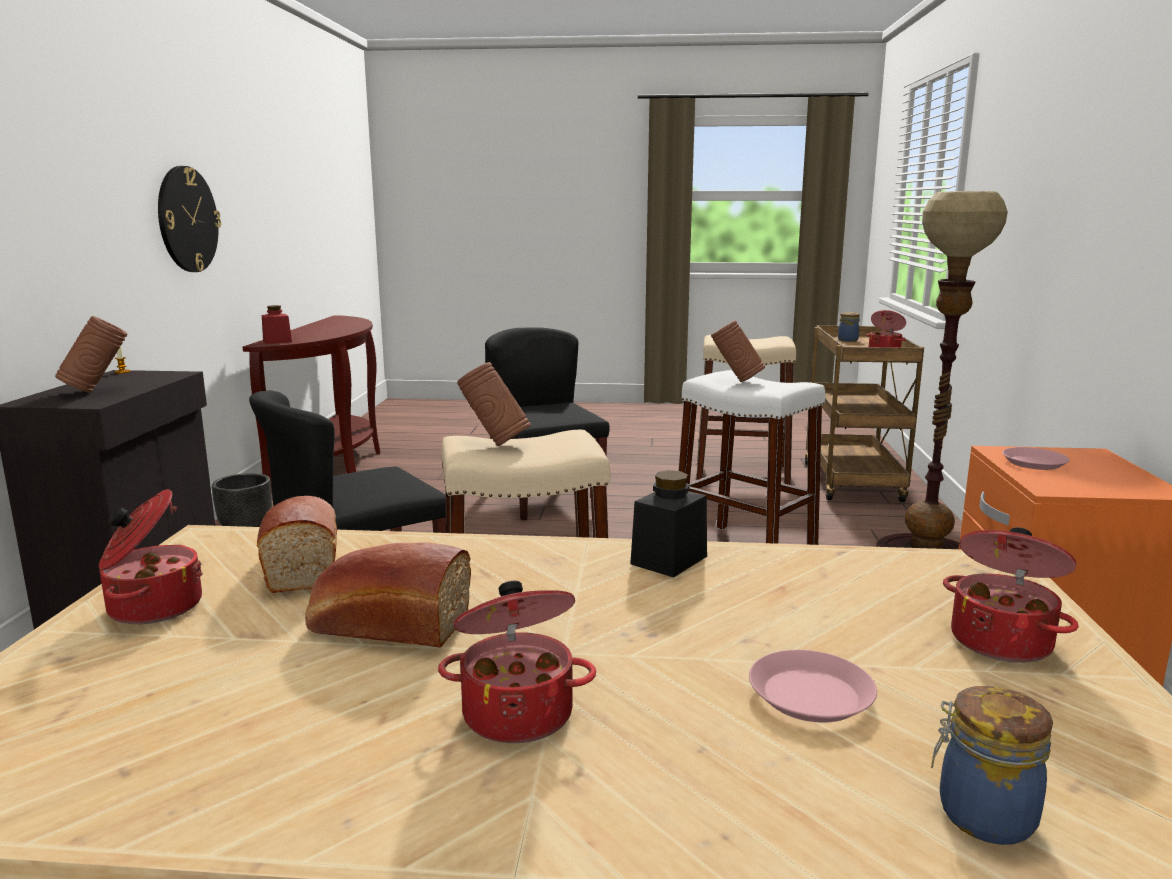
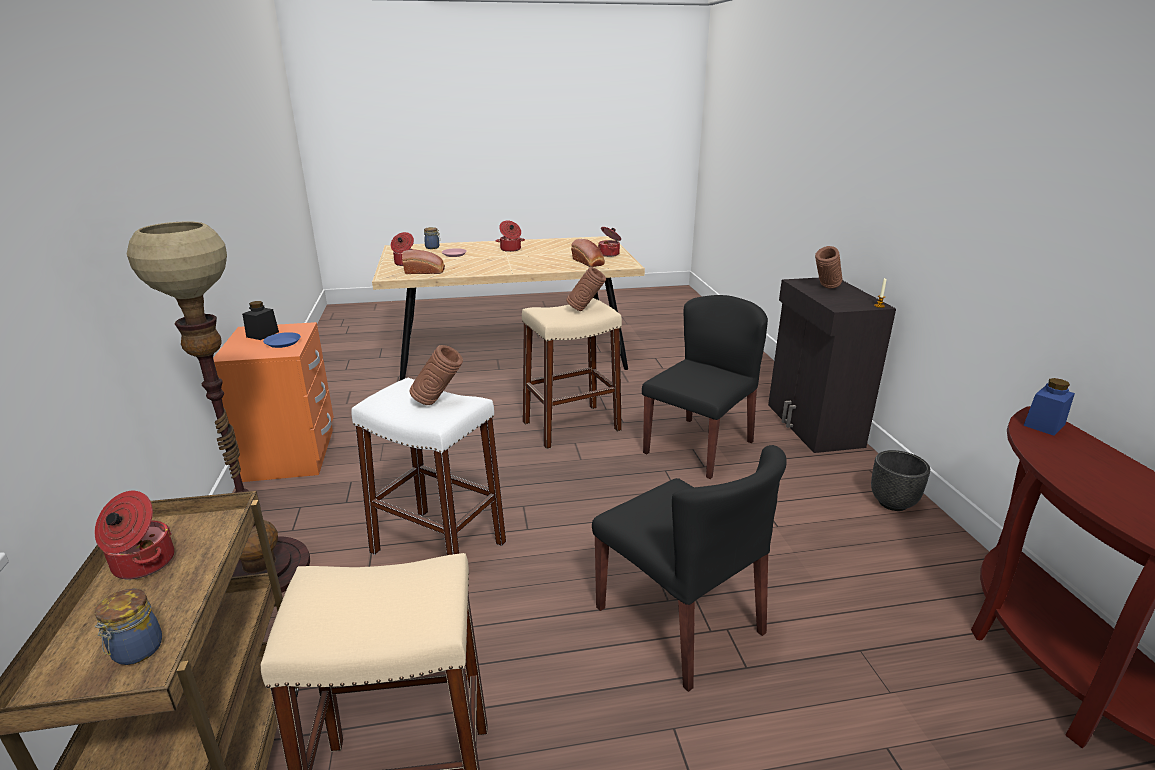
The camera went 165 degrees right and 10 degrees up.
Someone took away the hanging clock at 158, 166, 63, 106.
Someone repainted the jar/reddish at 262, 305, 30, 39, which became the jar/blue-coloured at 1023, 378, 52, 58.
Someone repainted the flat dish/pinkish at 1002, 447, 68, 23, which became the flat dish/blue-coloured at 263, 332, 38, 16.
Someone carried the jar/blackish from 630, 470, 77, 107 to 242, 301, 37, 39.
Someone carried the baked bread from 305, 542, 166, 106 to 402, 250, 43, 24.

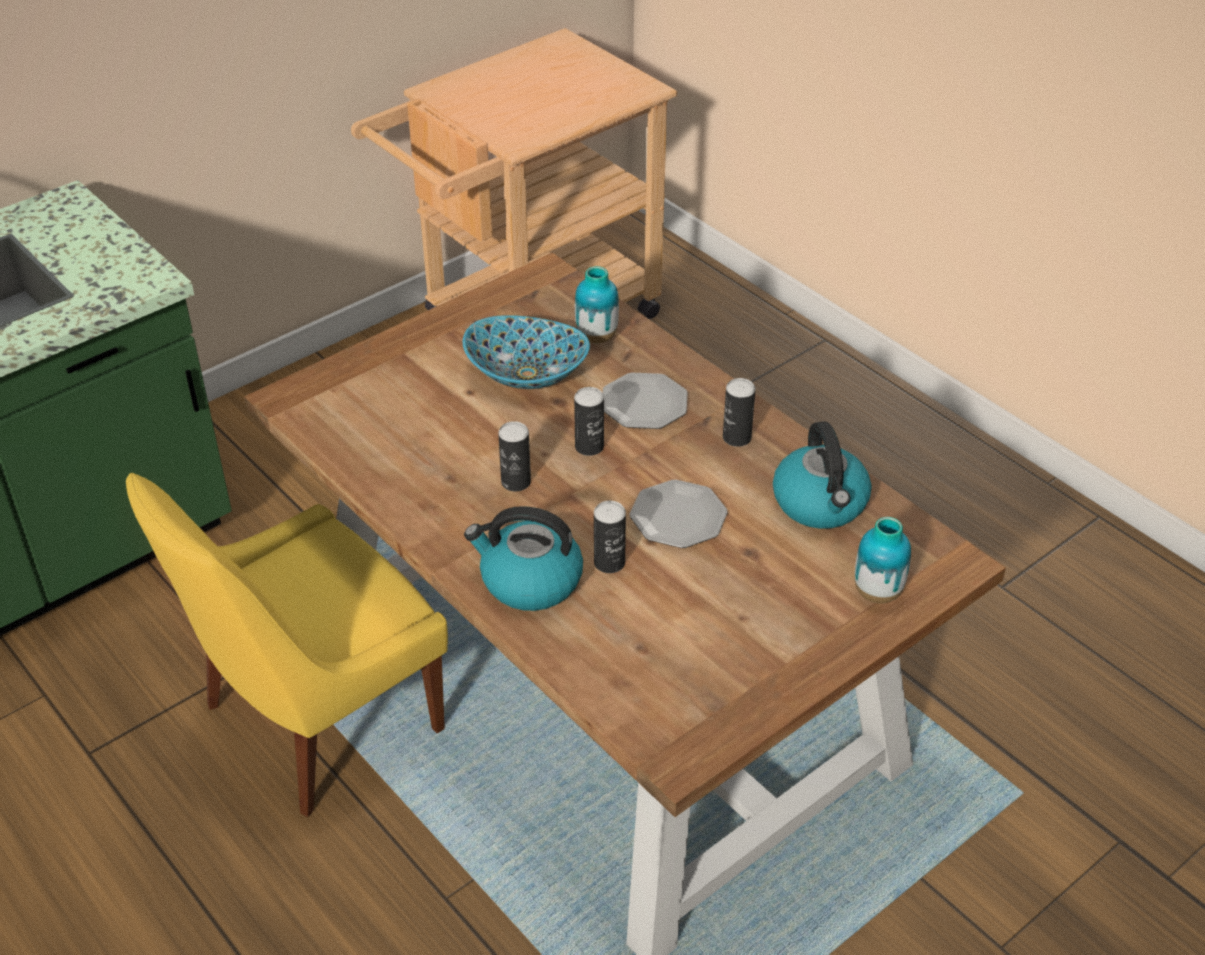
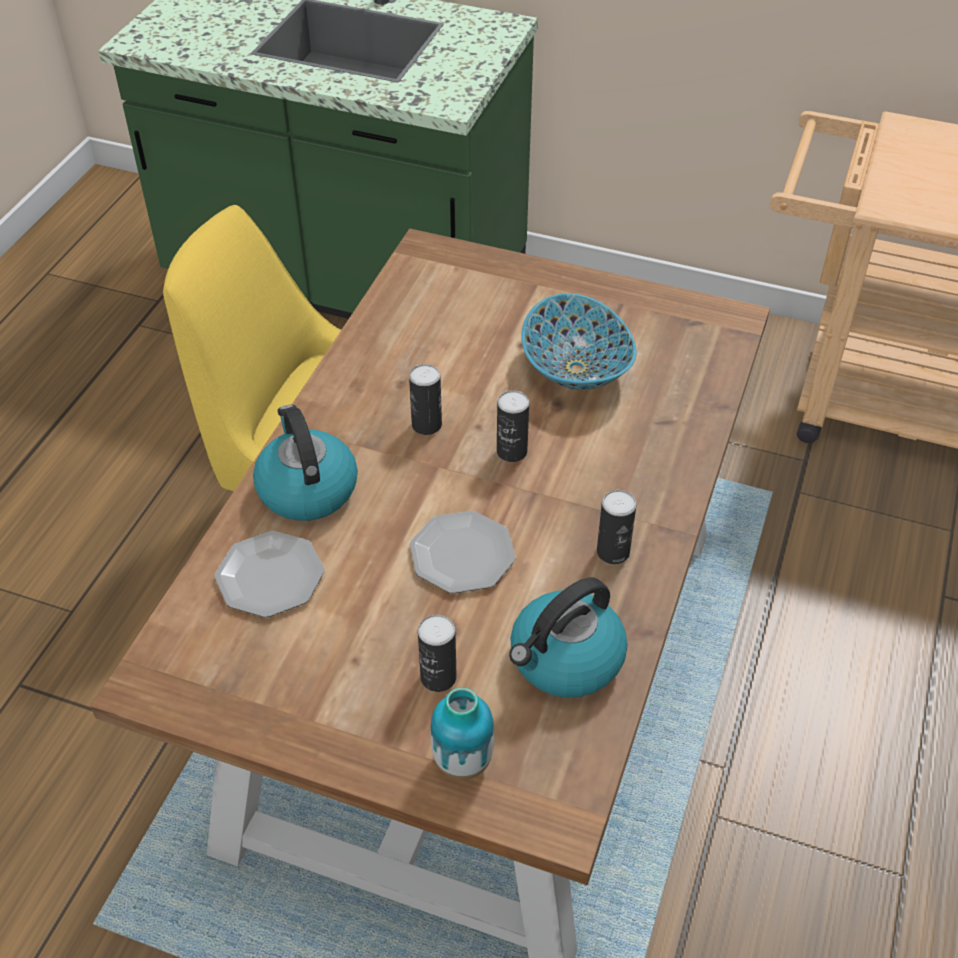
The camera went 60 degrees right and 5 degrees up.
Someone took away the flower vase at 575, 266, 44, 77.
Someone carried the flat dish from 603, 372, 85, 57 to 215, 531, 109, 86.
Someone carried the metal can from 594, 501, 32, 72 to 418, 615, 39, 77.

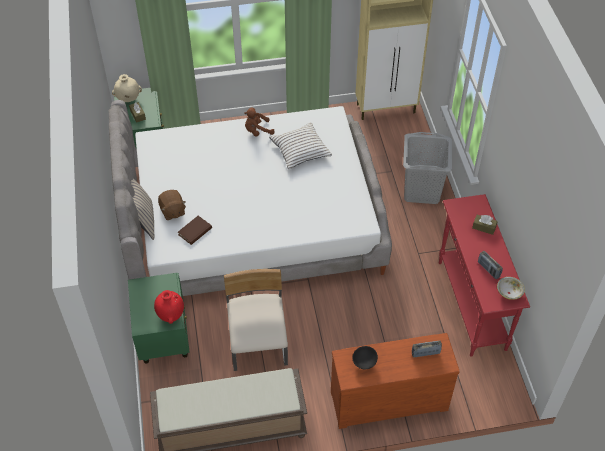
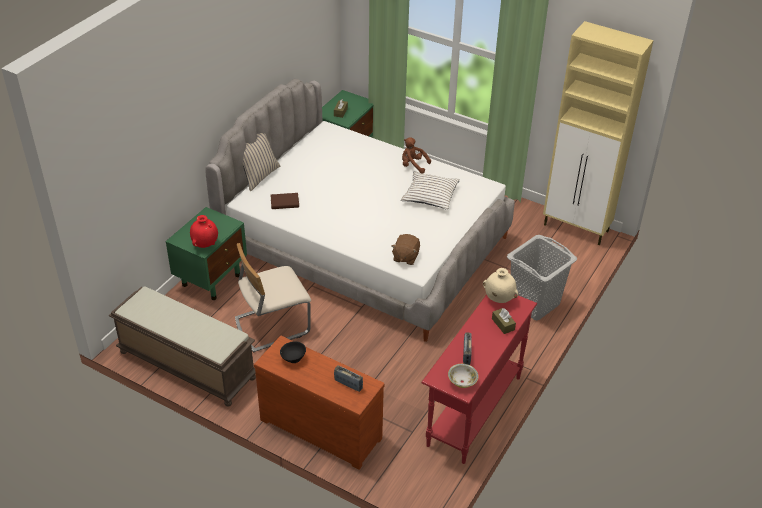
The camera went 40 degrees right and 10 degrees down.
Someone carried the flower vase/beige-coloured from 112, 74, 30, 28 to 483, 268, 35, 35.
Someone carried the soft toy/brown-coloured from 158, 190, 28, 30 to 391, 234, 29, 31.
Someone rotated the chair/beige-coloured at 224, 269, 64, 102 by 150 degrees counterclockwise.

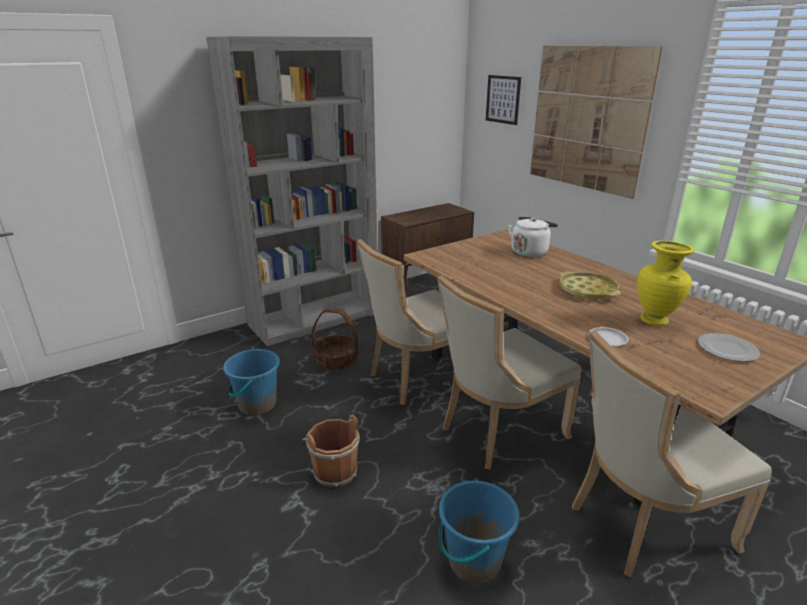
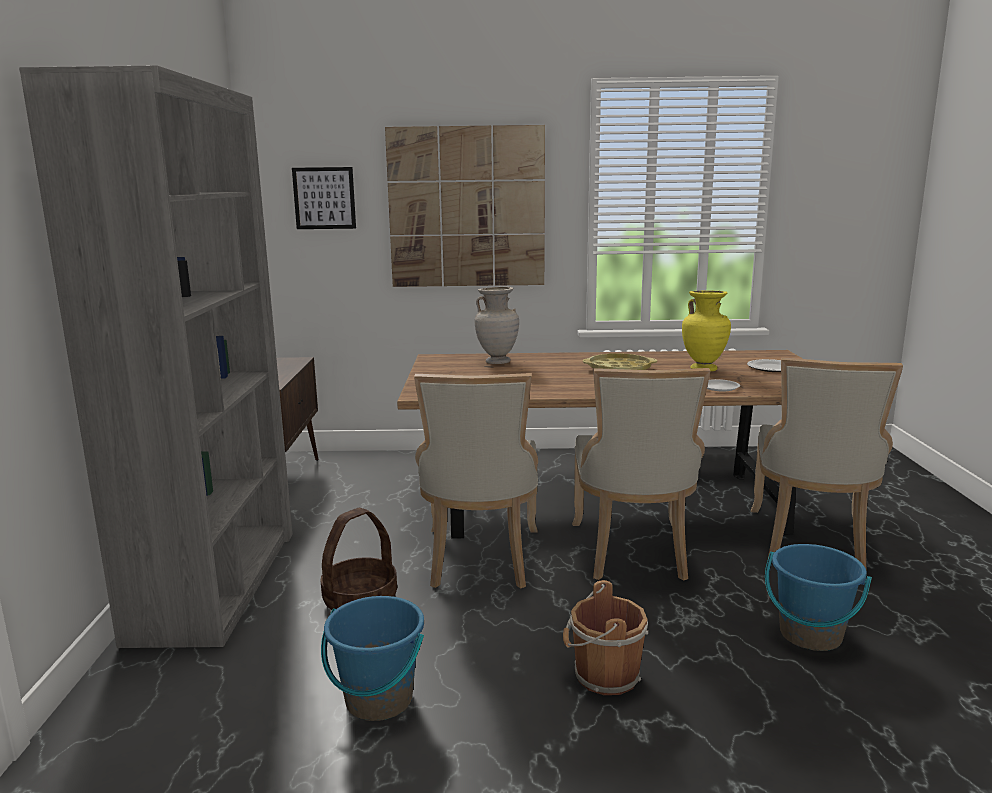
The camera went 55 degrees left and 10 degrees down.
Someone swapped the tea kettle/whitish at 508, 217, 50, 40 for the flower vase/beige-coloured at 475, 287, 44, 77.

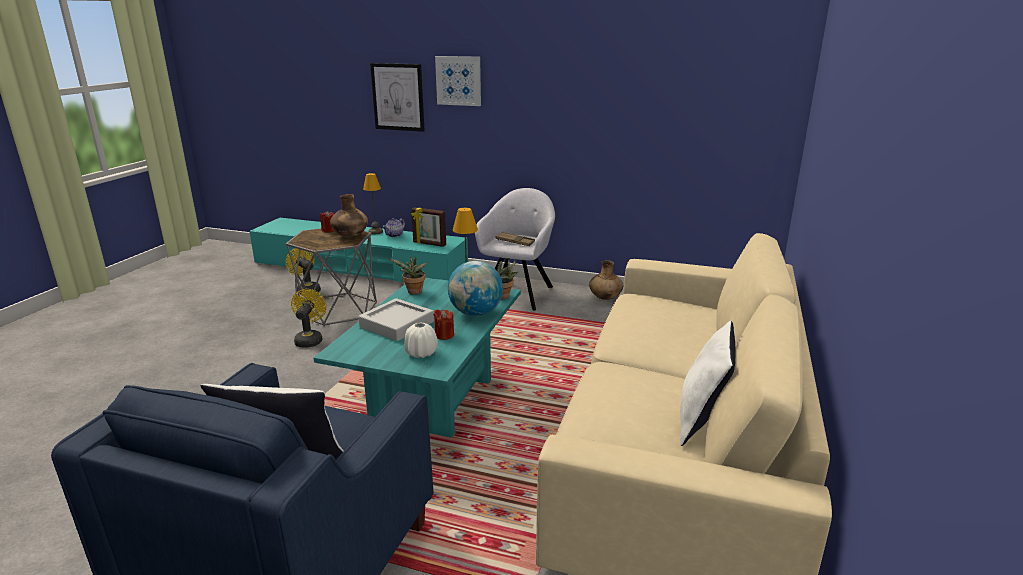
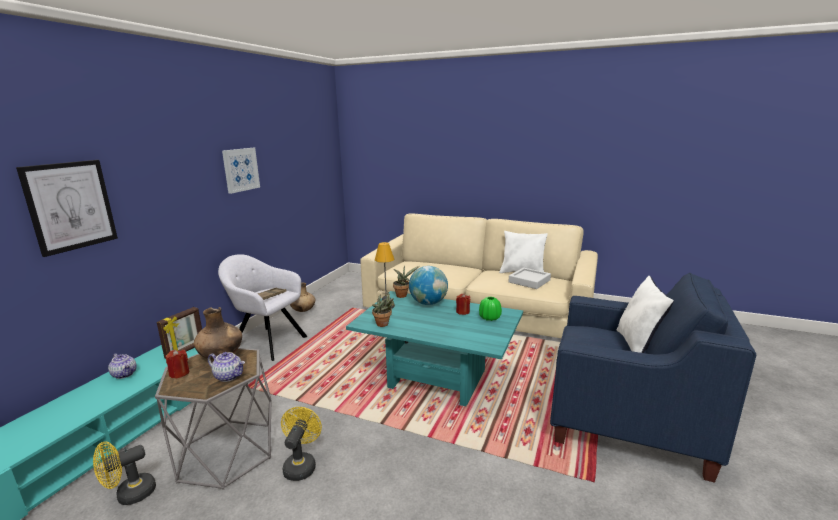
The camera went 85 degrees left and 5 degrees down.
Someone carried the wall art from 435, 56, 46, 50 to 222, 148, 38, 46.
Someone took away the tabletop lamp at 363, 173, 20, 61.
Someone rotated the fan/yellow-coloured at 291, 289, 36, 59 by 90 degrees clockwise.
Someone carried the carrying tray/gray from 358, 298, 76, 43 to 509, 268, 42, 21.
Someone repainted the flower vase/whitish at 404, 322, 34, 36, which became the flower vase/green-coloured at 479, 297, 23, 24.
Someone put down the teapot at 208, 352, 37, 30.

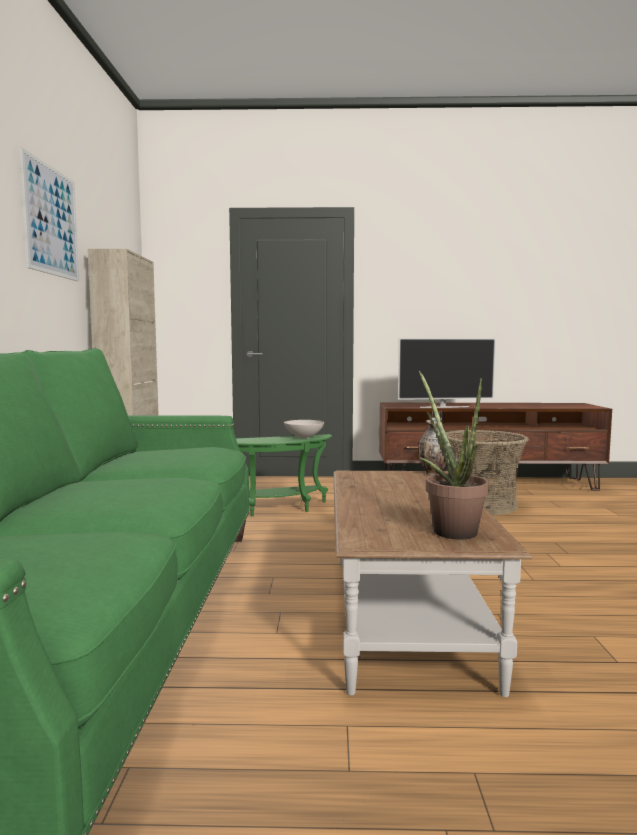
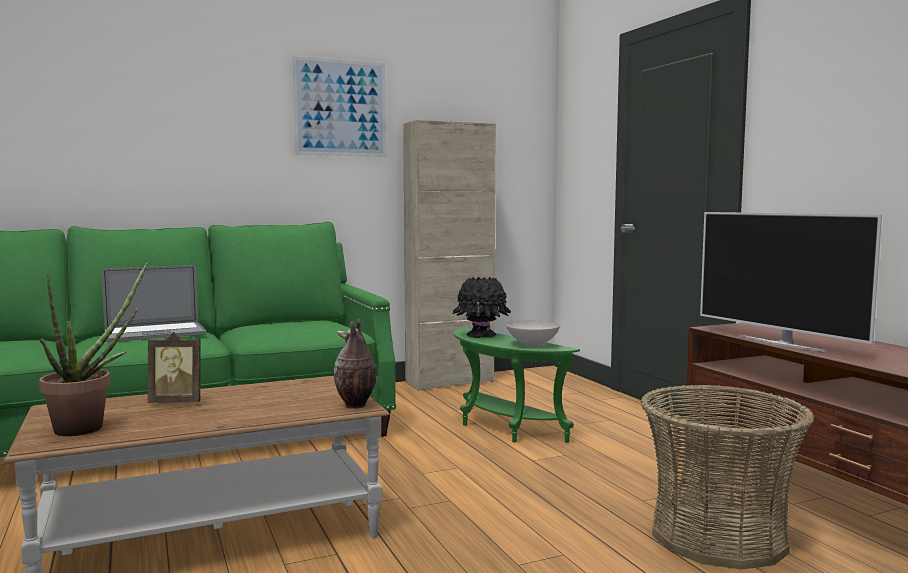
The camera went 65 degrees right and 0 degrees up.
Someone put down the notebook computer at 101, 265, 105, 77.
Someone put down the flower vase/blackish at 452, 277, 59, 61.
Someone put down the picture frame at 147, 332, 54, 71.

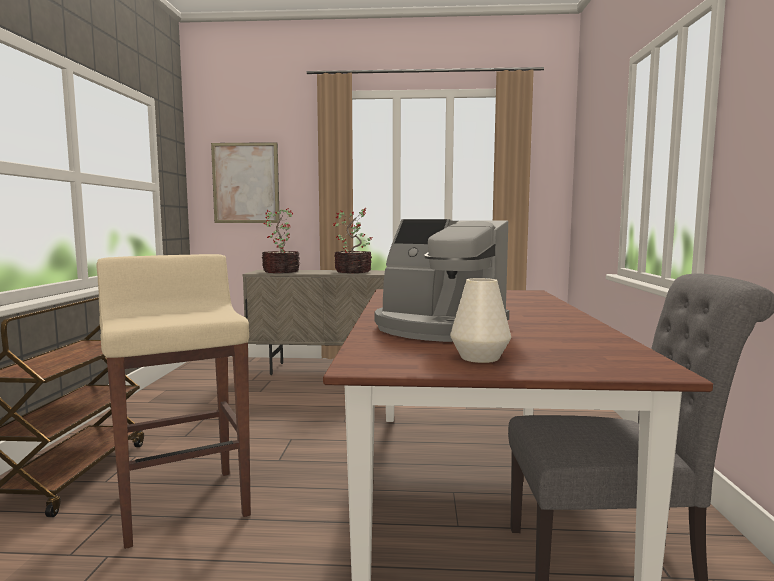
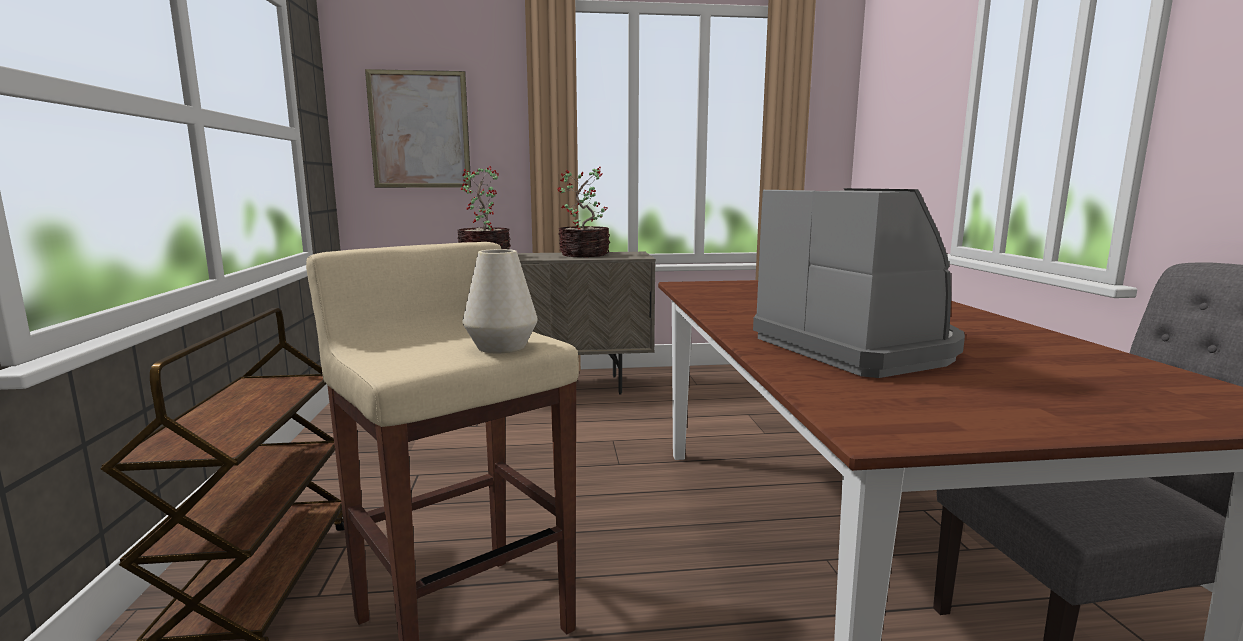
The camera went 10 degrees left and 5 degrees up.
Someone rotated the coffee maker at 375, 219, 134, 123 by 135 degrees counterclockwise.
Someone carried the flower vase/whitish from 450, 278, 61, 85 to 463, 249, 75, 104.

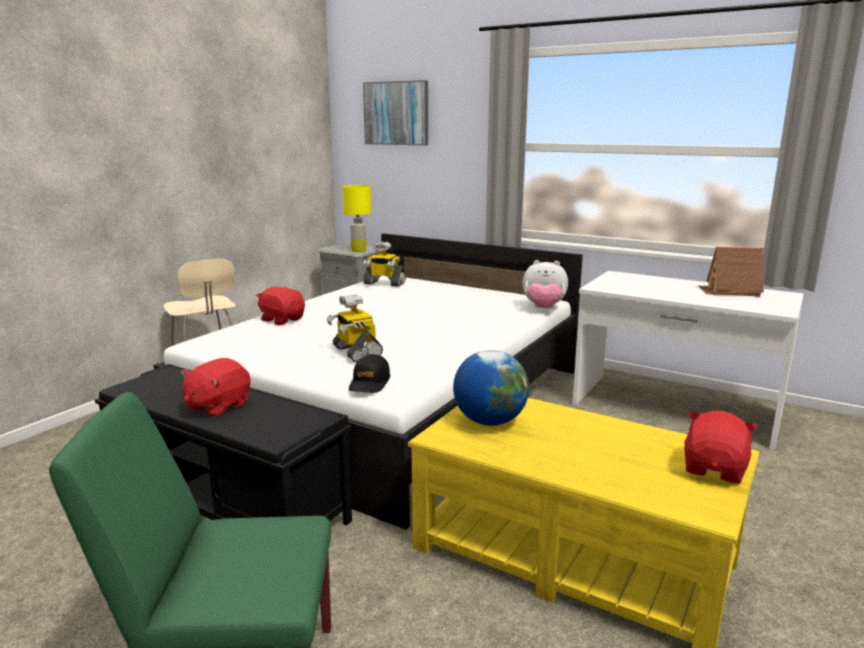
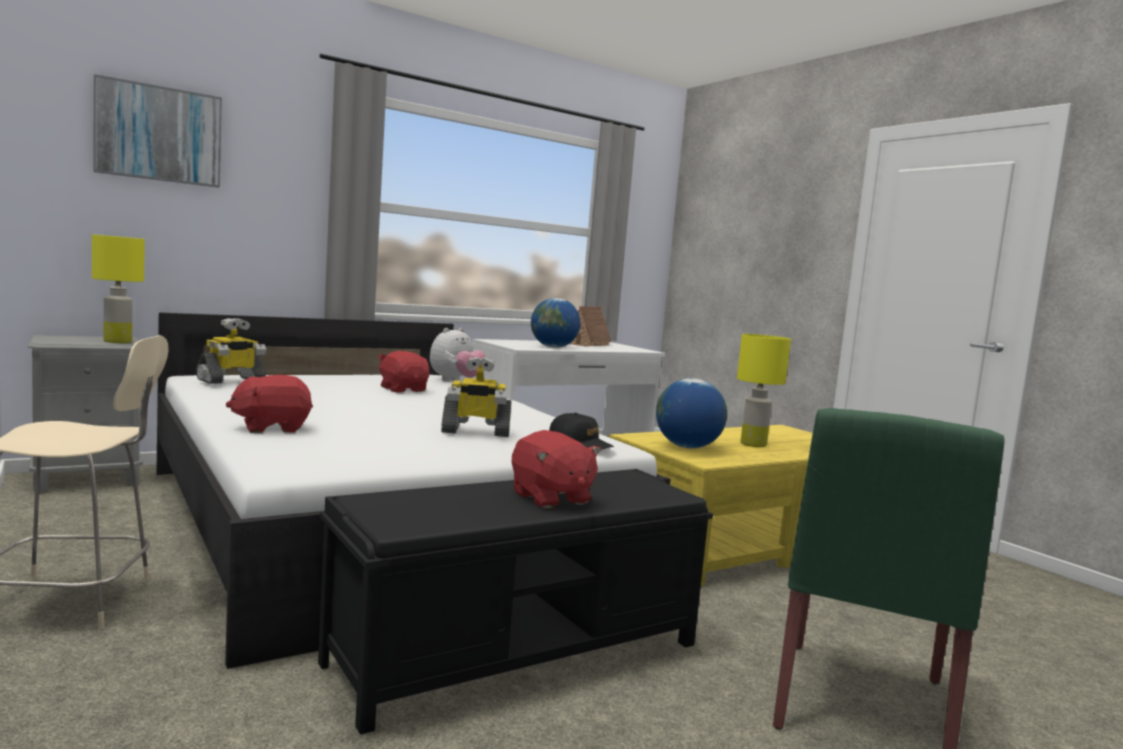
The camera went 65 degrees left and 10 degrees down.
Someone carried the soft toy/reddish from 684, 410, 74, 73 to 378, 351, 51, 41.
Someone put down the world globe at 531, 298, 49, 50.
Someone put down the tabletop lamp/yellow-coloured at 737, 334, 54, 113.

